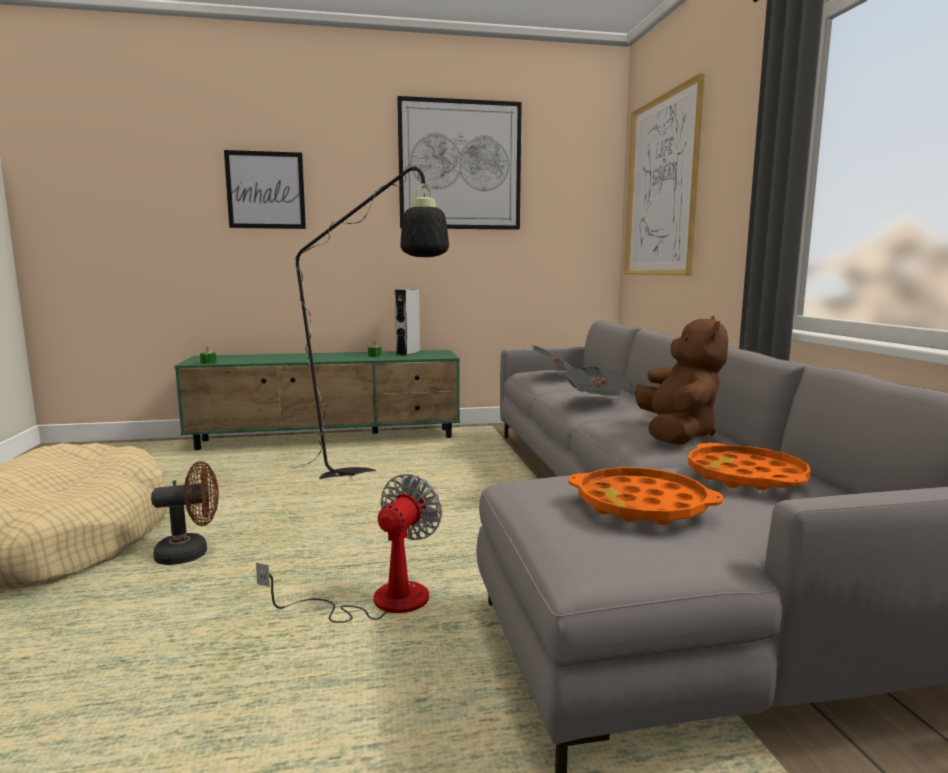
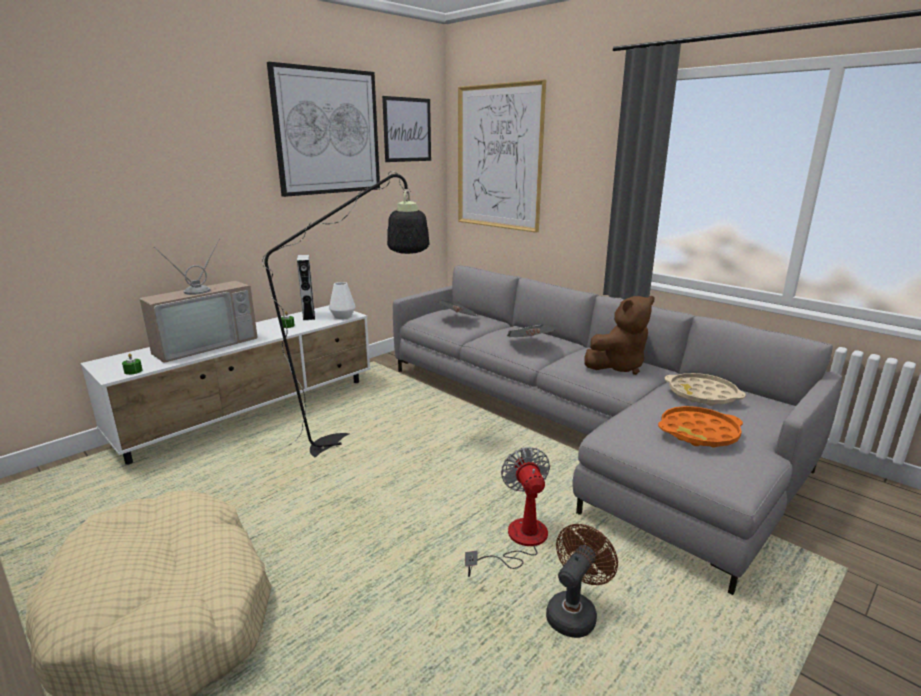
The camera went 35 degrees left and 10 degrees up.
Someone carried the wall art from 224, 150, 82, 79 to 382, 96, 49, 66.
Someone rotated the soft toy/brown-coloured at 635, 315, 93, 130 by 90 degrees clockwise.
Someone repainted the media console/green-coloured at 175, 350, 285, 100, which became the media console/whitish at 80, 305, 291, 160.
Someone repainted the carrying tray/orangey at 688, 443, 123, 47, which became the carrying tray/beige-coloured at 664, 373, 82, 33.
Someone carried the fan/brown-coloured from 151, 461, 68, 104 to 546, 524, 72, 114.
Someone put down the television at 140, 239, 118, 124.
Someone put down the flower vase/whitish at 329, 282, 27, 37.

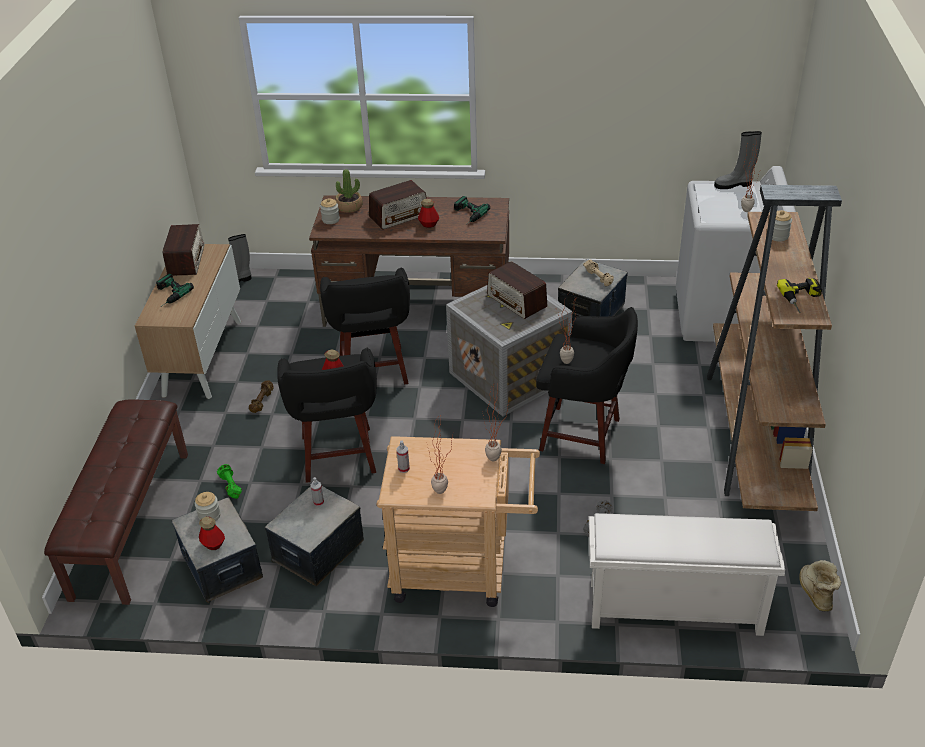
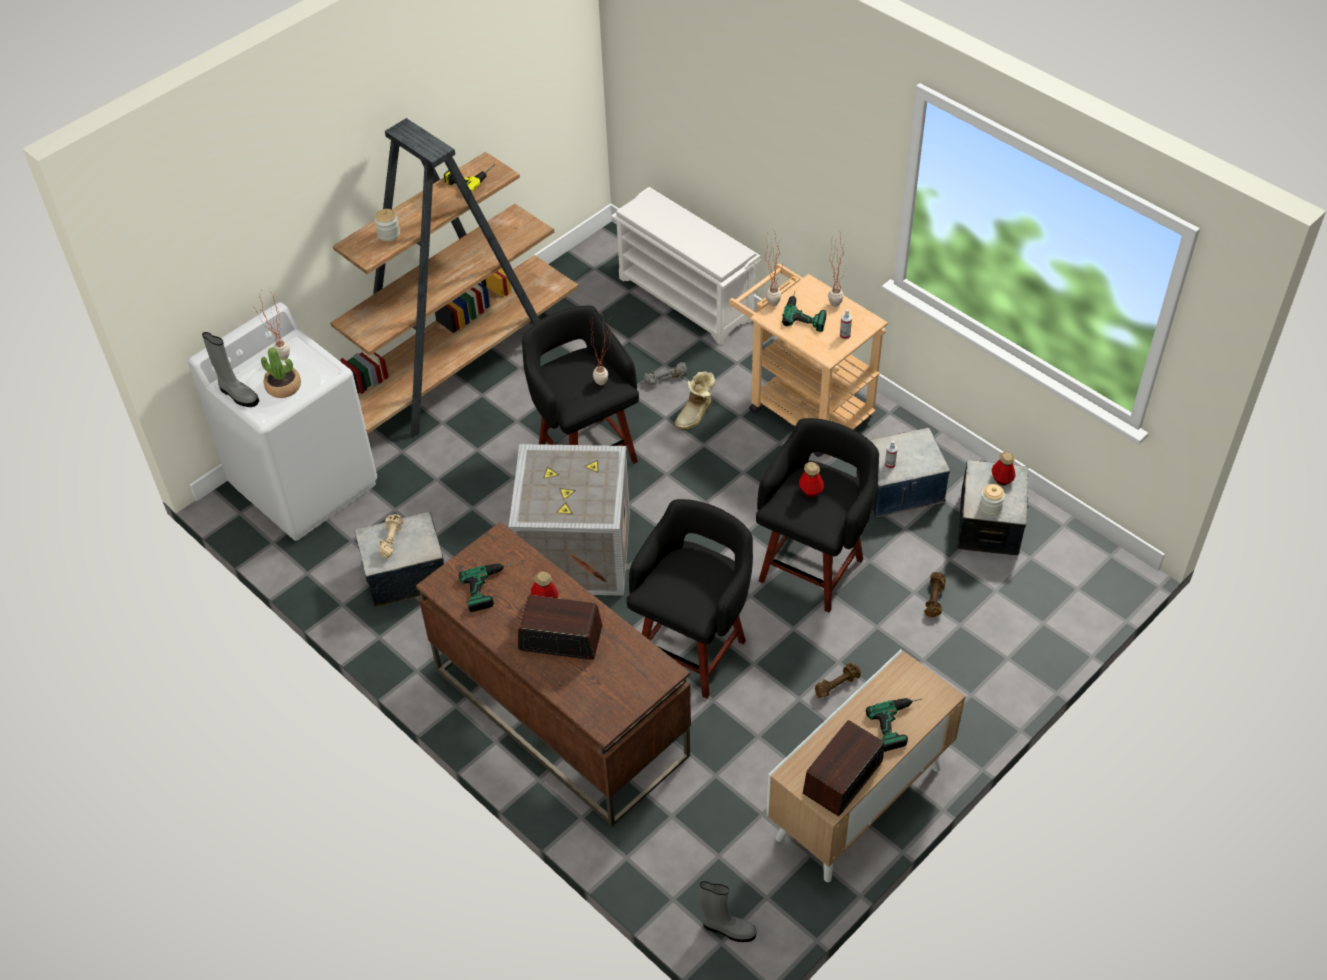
The camera went 140 degrees left and 10 degrees up.
Someone carried the potted plant from 335, 169, 28, 43 to 261, 347, 40, 51.
Someone took away the jar at 320, 198, 20, 26.
Someone took away the radio set at 487, 261, 60, 58.
Someone took away the bench/brown-coloured at 44, 400, 144, 205.
Someone repainted the free weight/green-coloured at 217, 464, 25, 35, which became the free weight/brown-coloured at 924, 572, 22, 45.
Someone carried the tall boot from 799, 560, 42, 52 to 675, 371, 41, 59.
Someone put down the electric drill at 782, 290, 45, 42.

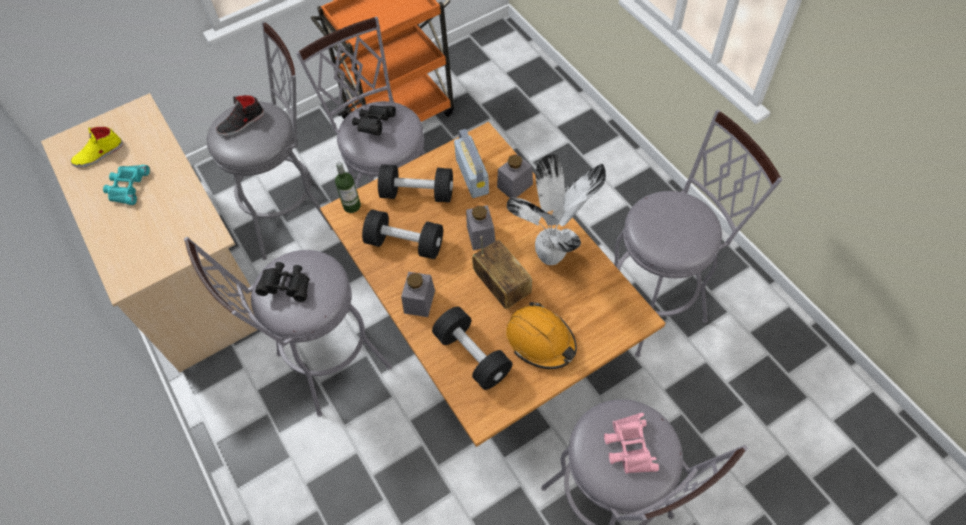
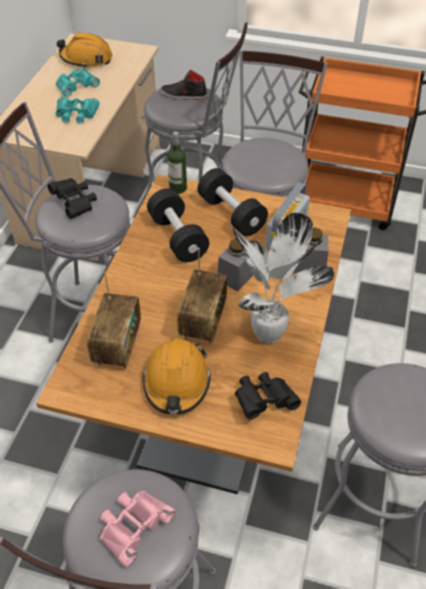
The camera went 45 degrees right and 10 degrees down.
Someone carried the binoculars/blackish from 352, 105, 44, 30 to 235, 372, 66, 47.
Someone swapped the item of footwear/yellow-coloured at 71, 127, 52, 40 for the safety helmet/orangey at 57, 33, 55, 36.
Someone took away the jar/gray at 401, 272, 34, 45.
Someone swapped the free weight/blackish at 432, 307, 81, 83 for the radio set at 87, 272, 54, 97.
Someone put down the binoculars/turquoise at 55, 97, 45, 27.

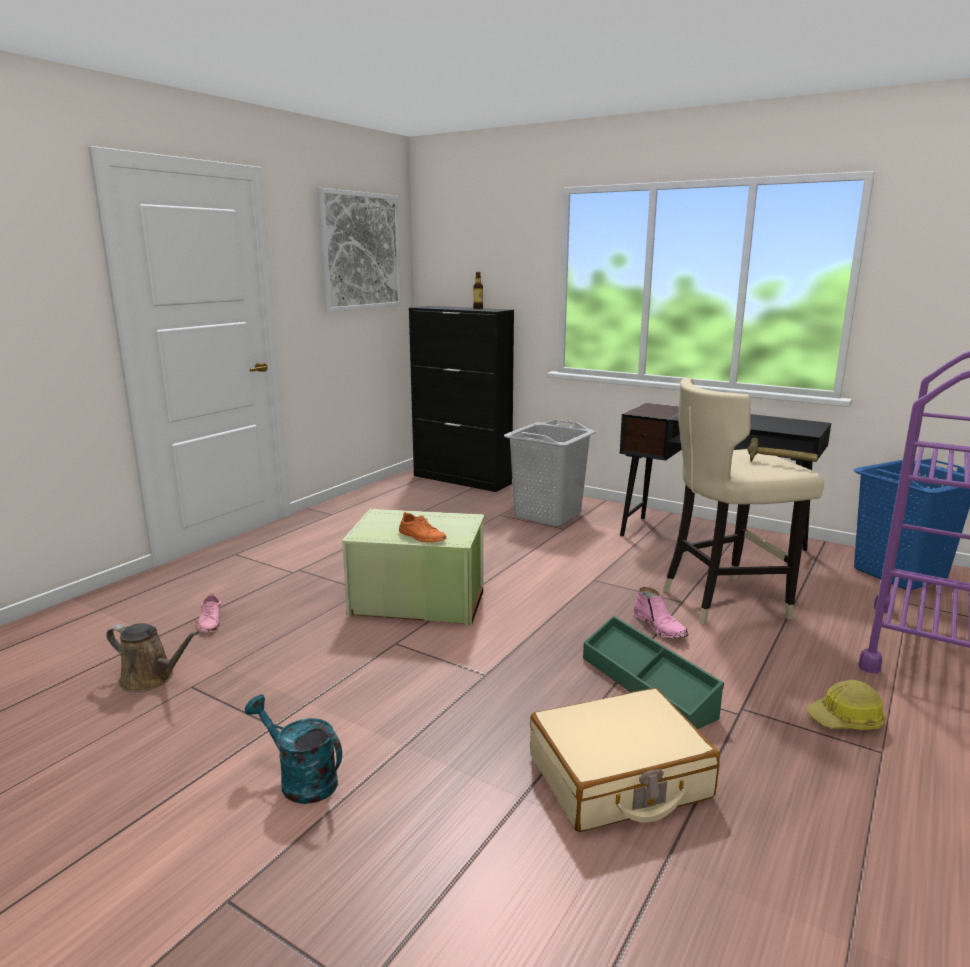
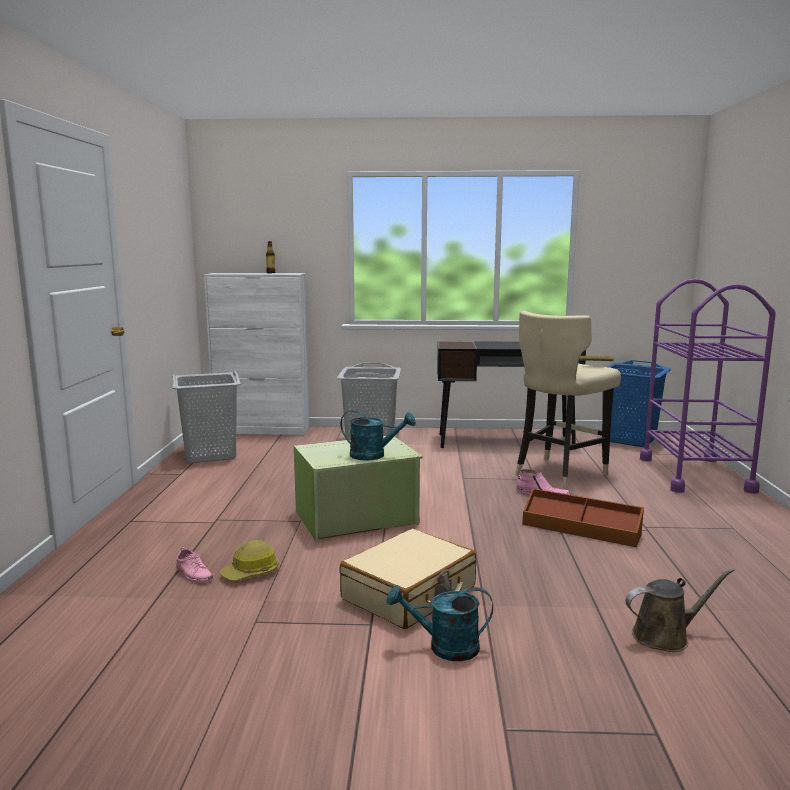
The camera went 30 degrees left and 5 degrees down.
Someone took away the wall art at 317, 188, 84, 124.
Someone repainted the storage cabinet/blackish at 409, 306, 105, 186, which became the storage cabinet/whitish at 204, 273, 106, 162.
Someone swapped the item of footwear/orangey at 399, 512, 47, 30 for the watering can/turquoise at 340, 410, 75, 51.
Someone repainted the storage bin/green-coloured at 583, 616, 141, 113, which became the storage bin/brown-coloured at 522, 488, 122, 59.
Someone carried the watering can/brown-coloured from 106, 623, 93, 69 to 626, 568, 108, 84.
Someone carried the safety helmet from 806, 680, 80, 50 to 219, 540, 60, 41.
Someone carried the suitcase/beige-coloured from 530, 688, 190, 144 to 339, 529, 137, 100.
Someone put down the washing basket/gray at 172, 371, 69, 92.

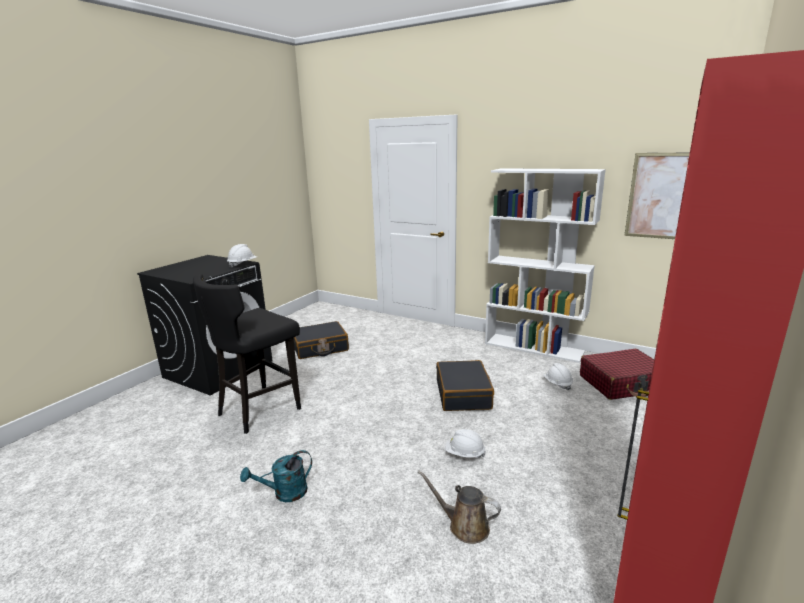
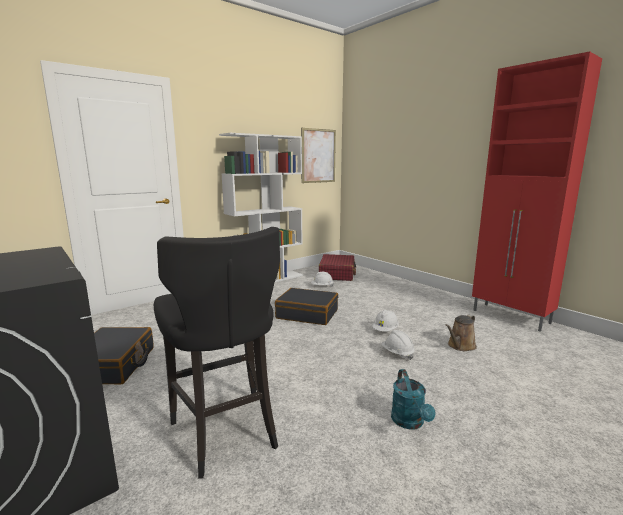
The camera went 70 degrees left and 5 degrees down.
Someone carried the safety helmet/whitish from 227, 244, 30, 24 to 381, 330, 34, 30.

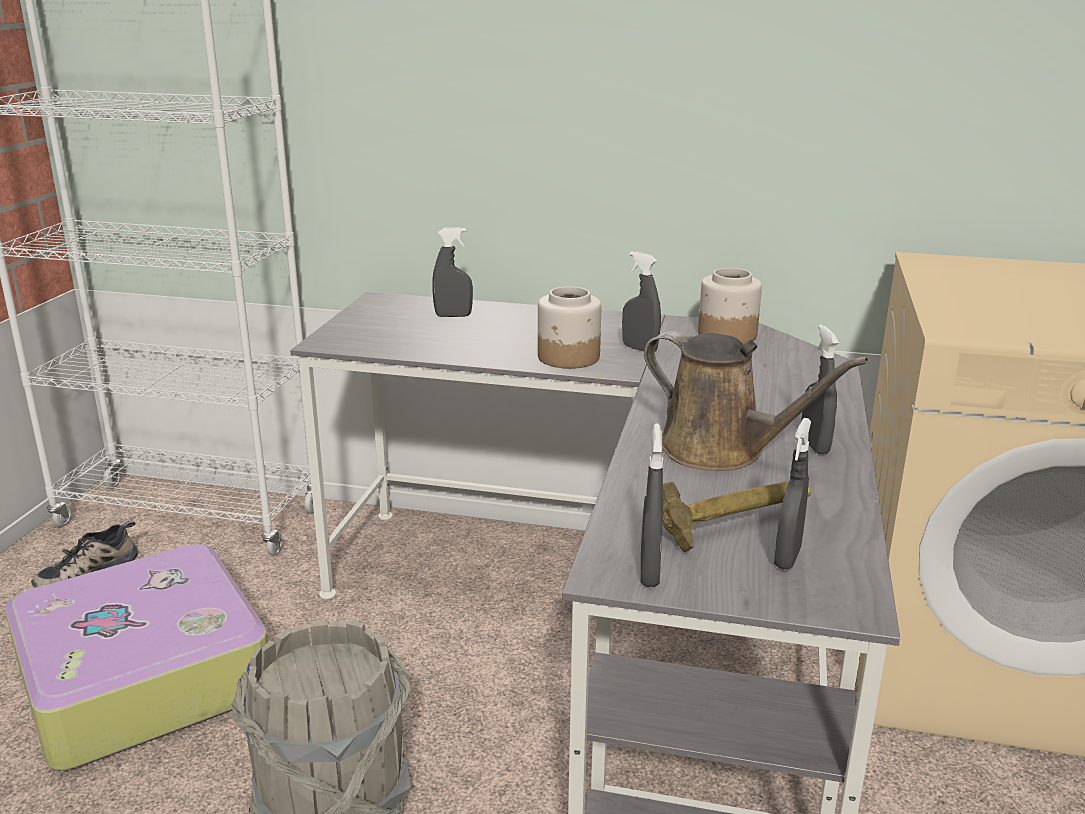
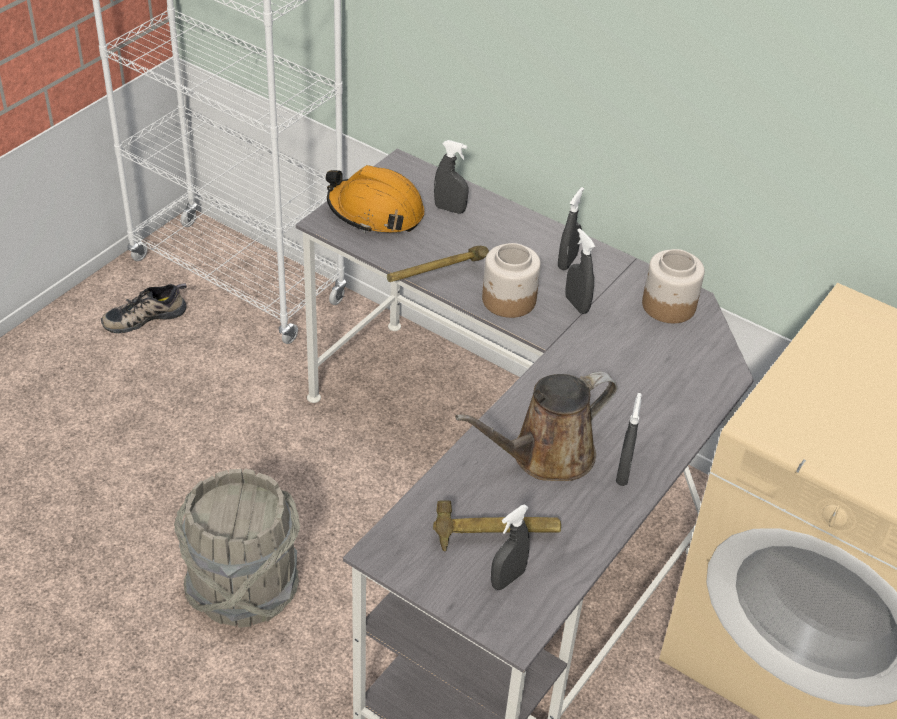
The camera went 20 degrees right and 20 degrees up.
Someone rotated the watering can/brown-coloured at 644, 331, 225, 140 by 90 degrees clockwise.
Someone carried the hand sprayer/gray from 640, 424, 23, 163 to 558, 187, 26, 83.
Someone took away the suitcase at 5, 544, 263, 226.
Someone put down the safety helmet/orangey at 326, 165, 98, 68.
Someone put down the tool hammer at 387, 246, 102, 36.

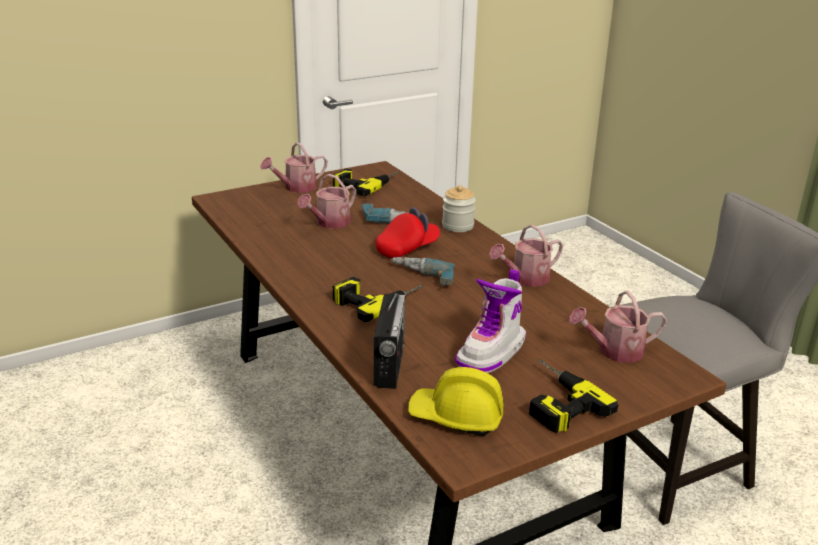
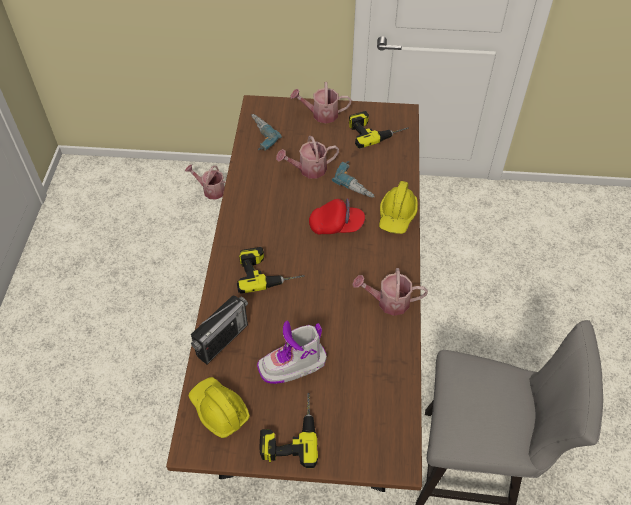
The camera went 35 degrees right and 25 degrees up.
Someone swapped the jar at 442, 185, 34, 47 for the safety helmet/yellow-coloured at 379, 181, 39, 53.
Someone carried the electric drill from 391, 257, 64, 29 to 252, 114, 30, 37.
Someone carried the watering can from 569, 291, 98, 72 to 185, 164, 41, 35.

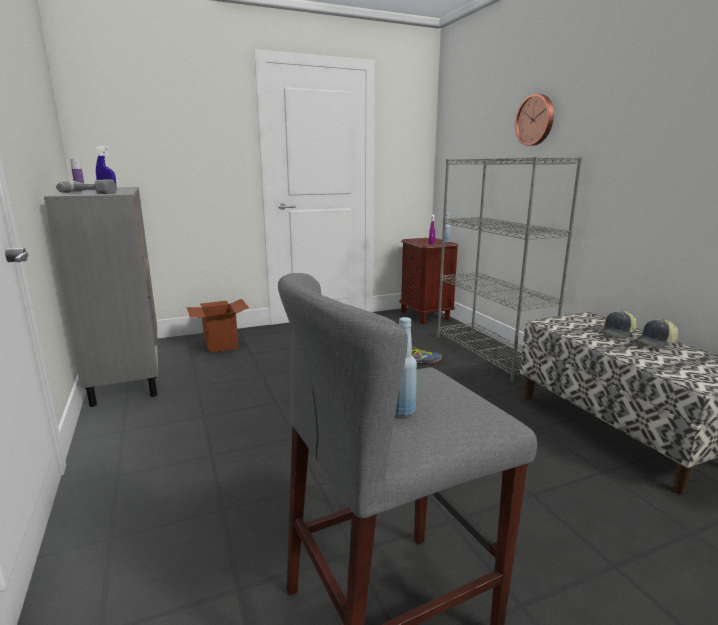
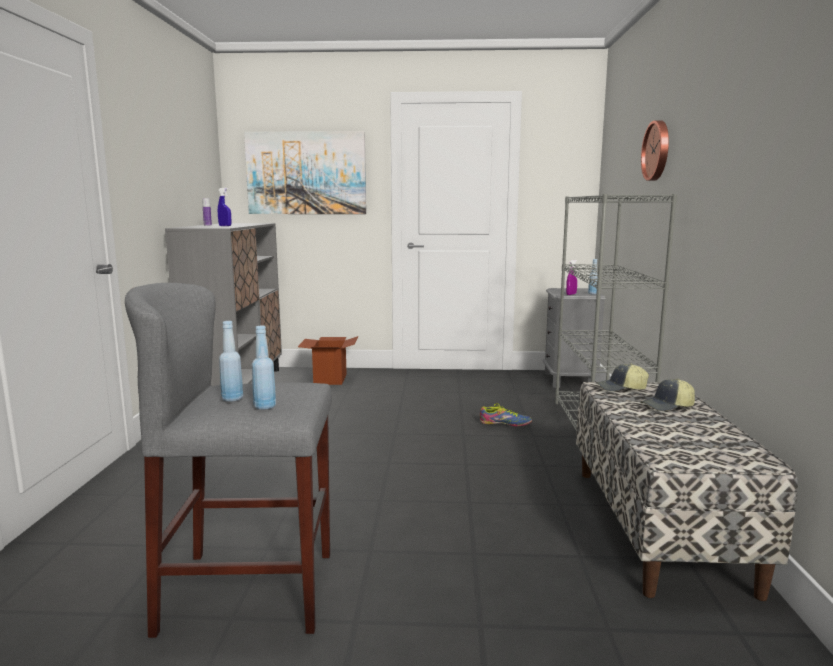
The camera went 25 degrees right and 5 degrees down.
Someone took away the electric drill at 56, 180, 60, 14.
Someone repainted the nightstand/brown-coloured at 399, 238, 60, 86, which became the nightstand/gray at 543, 288, 62, 100.
Someone carried the cap from 633, 319, 46, 30 to 596, 364, 53, 27.
Someone put up the wall art at 244, 131, 122, 83.
Someone put down the beverage bottle/blue-coloured at 252, 326, 24, 84.

